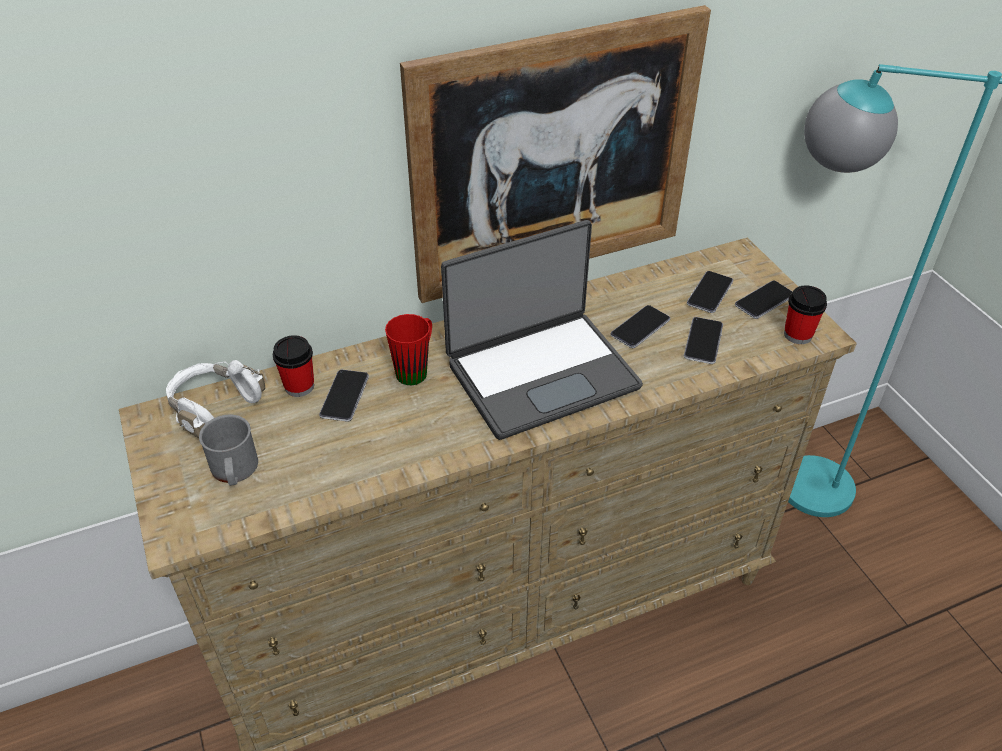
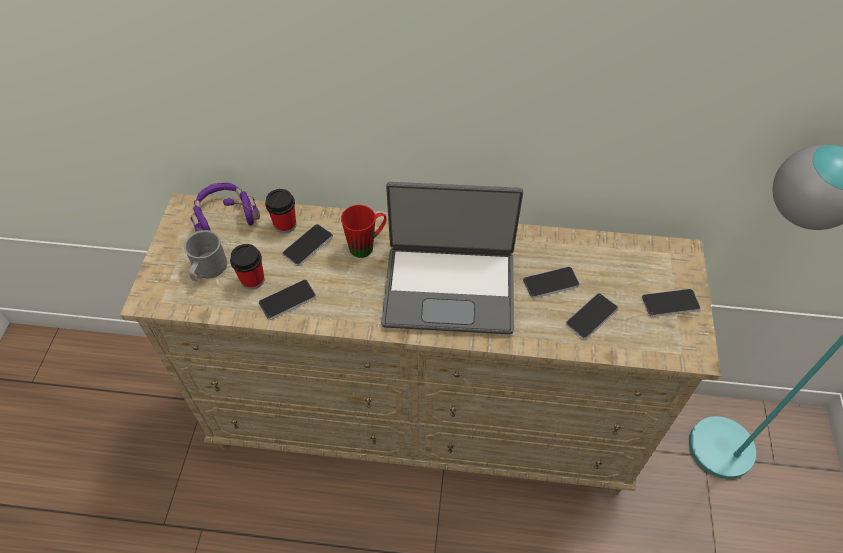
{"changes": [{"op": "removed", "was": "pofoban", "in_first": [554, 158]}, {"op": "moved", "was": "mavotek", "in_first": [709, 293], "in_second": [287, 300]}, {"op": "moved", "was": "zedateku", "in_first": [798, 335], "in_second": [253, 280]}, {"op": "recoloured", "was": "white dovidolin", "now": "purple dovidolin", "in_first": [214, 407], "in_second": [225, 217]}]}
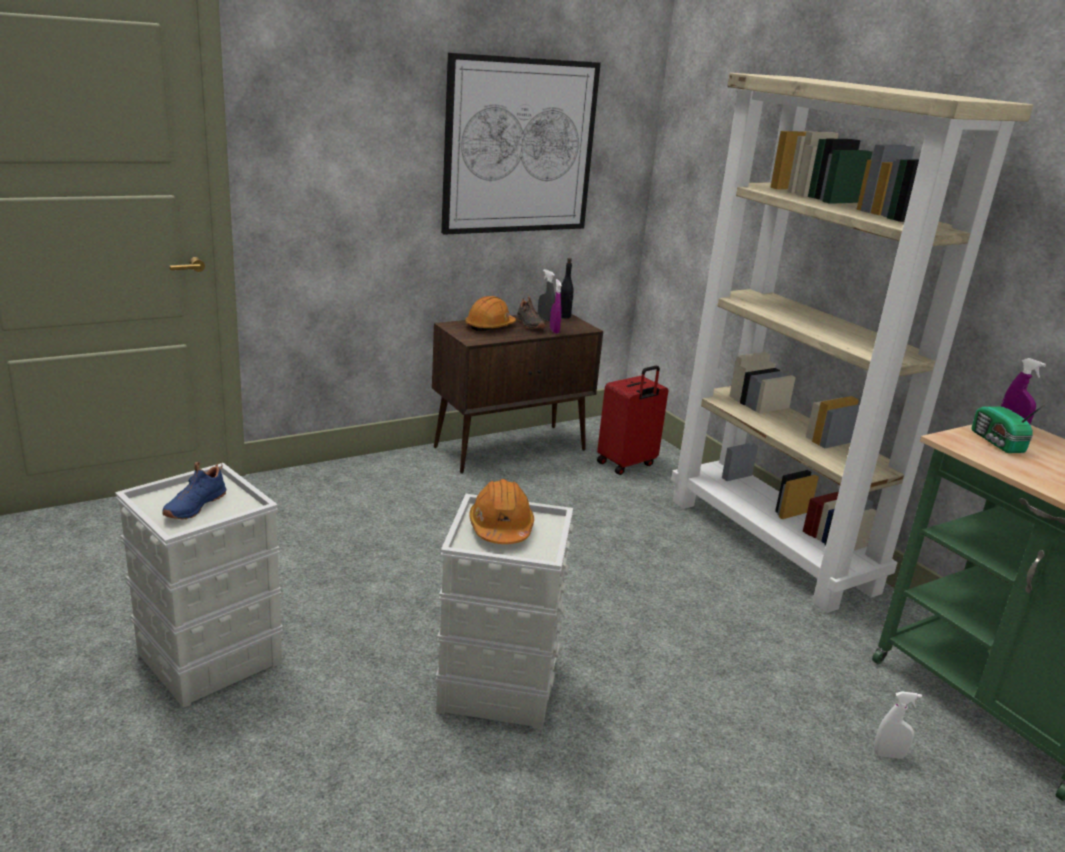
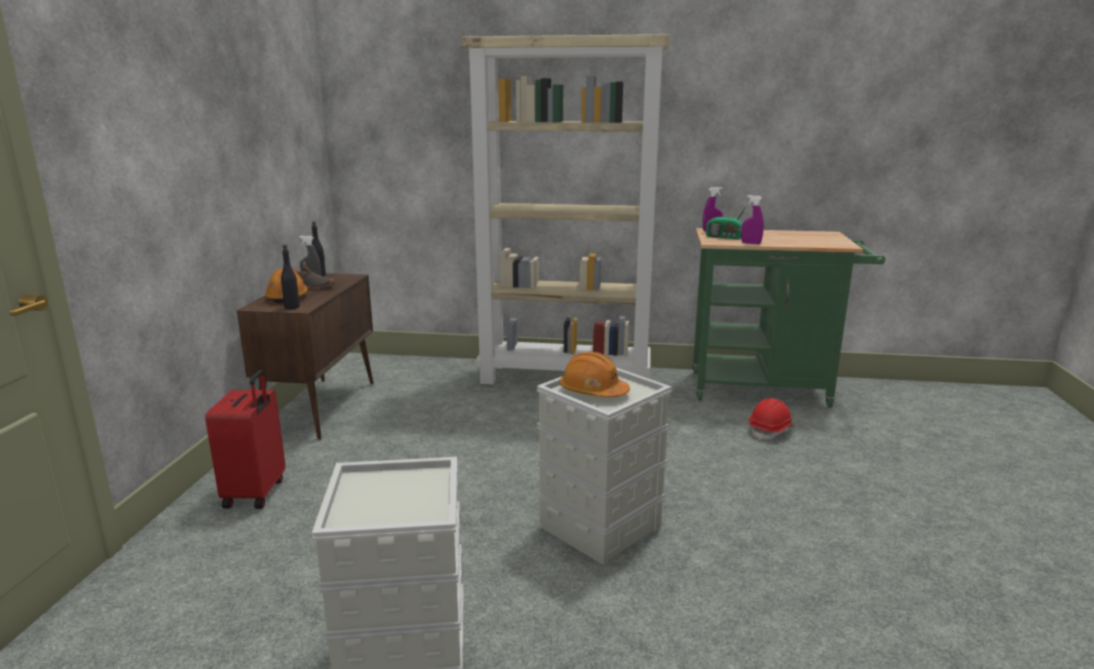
{"changes": [{"op": "removed", "was": "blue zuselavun", "in_first": [194, 506]}, {"op": "removed", "was": "pofoban", "in_first": [519, 147]}, {"op": "added", "now": "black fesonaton", "in_second": [292, 307]}, {"op": "moved", "was": "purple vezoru", "in_first": [554, 331], "in_second": [751, 243]}, {"op": "moved", "was": "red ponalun", "in_first": [627, 464], "in_second": [256, 493]}, {"op": "replaced", "was": "white vezoru", "now": "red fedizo", "in_first": [889, 755], "in_second": [771, 431]}]}
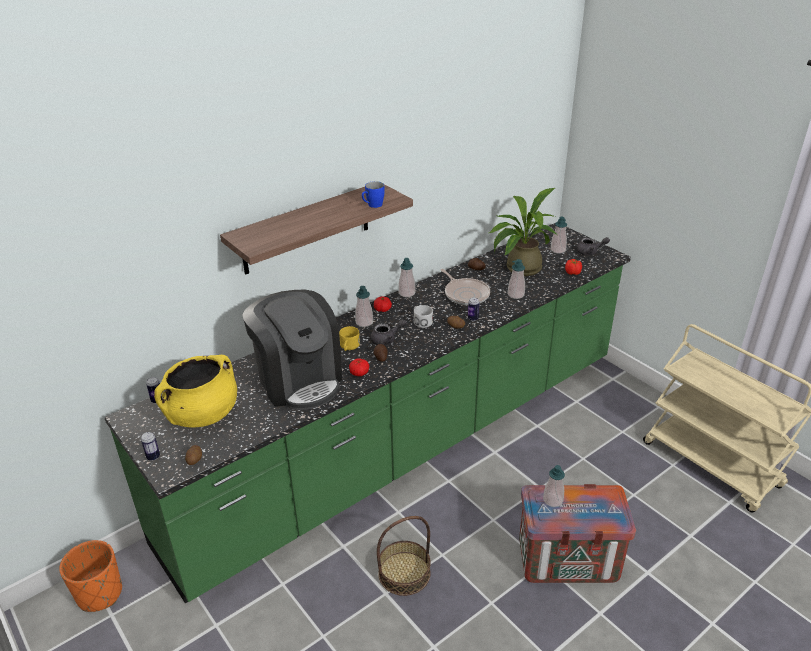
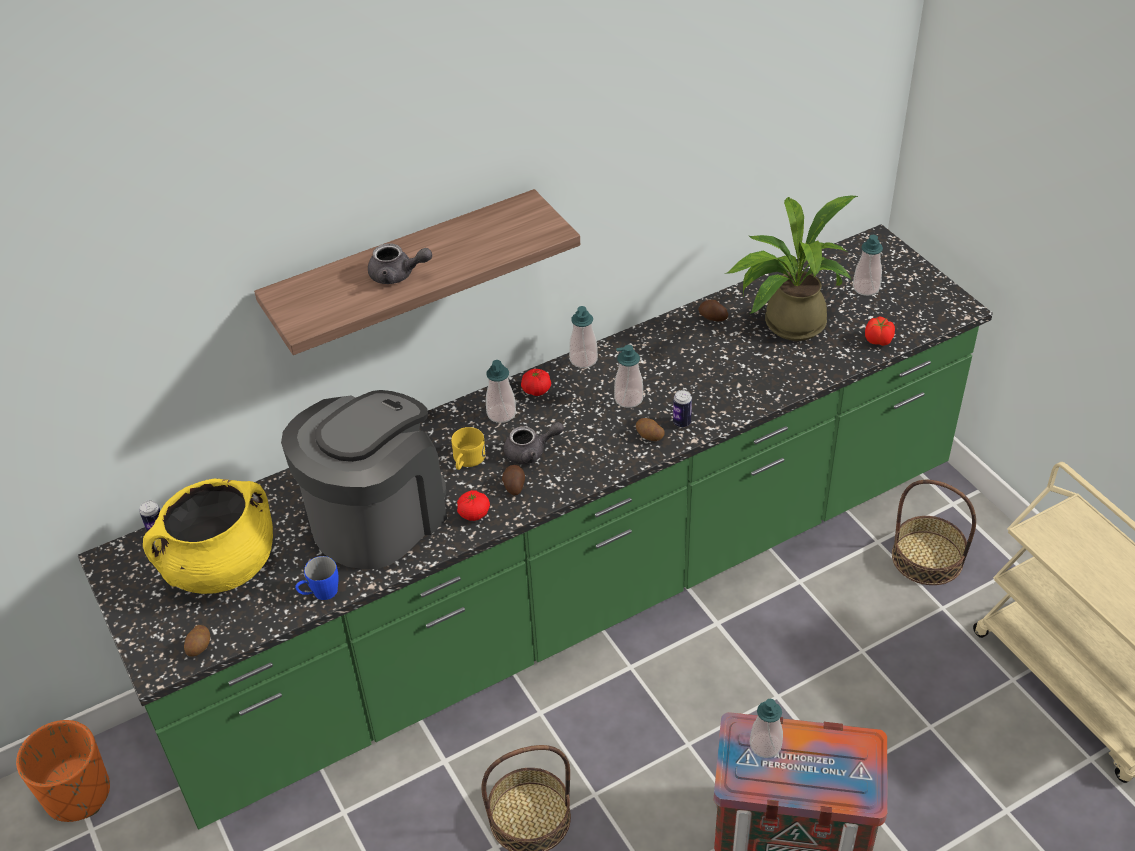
{"changes": [{"op": "removed", "was": "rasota", "in_first": [153, 457]}, {"op": "removed", "was": "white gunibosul", "in_first": [421, 321]}, {"op": "removed", "was": "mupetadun", "in_first": [465, 294]}, {"op": "added", "now": "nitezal", "in_second": [927, 558]}, {"op": "moved", "was": "blue gunibosul", "in_first": [372, 205], "in_second": [320, 594]}, {"op": "moved", "was": "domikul", "in_first": [516, 295], "in_second": [628, 399]}, {"op": "moved", "was": "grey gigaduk", "in_first": [590, 252], "in_second": [397, 275]}, {"op": "turned", "was": "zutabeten", "in_first": [299, 380], "in_second": [377, 517], "clockwise": -120}]}
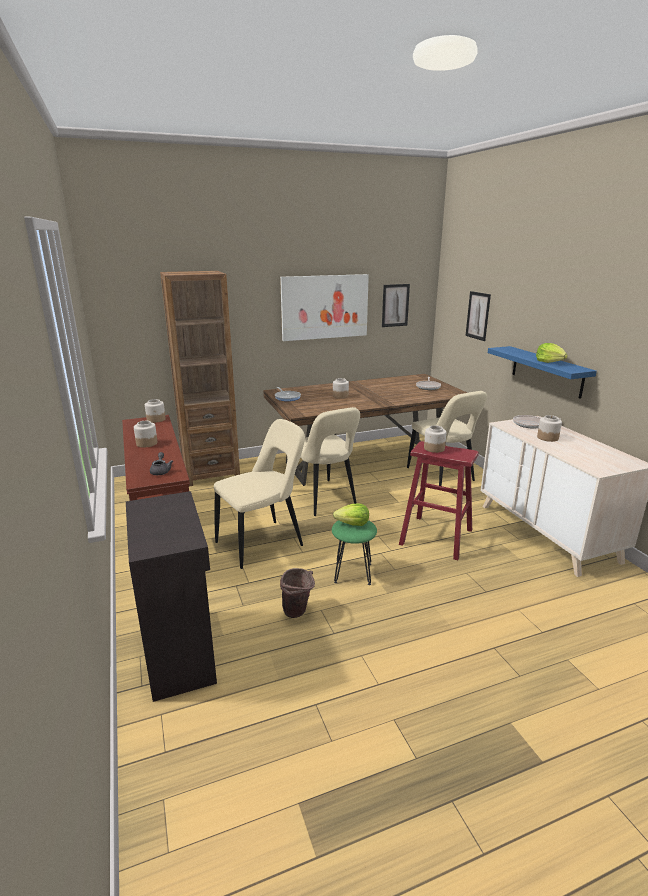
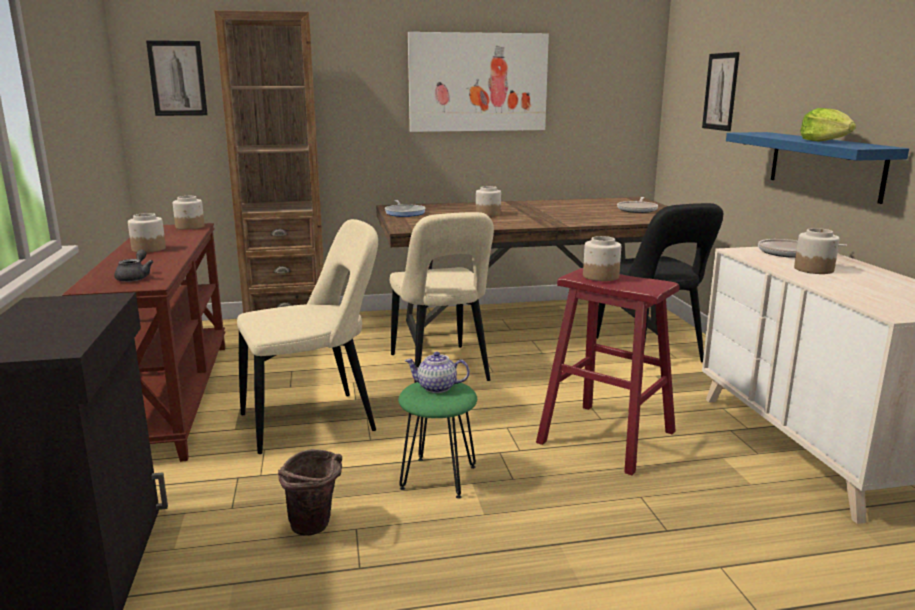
{"changes": [{"op": "moved", "was": "pofoban", "in_first": [395, 305], "in_second": [177, 78]}, {"op": "replaced", "was": "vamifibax", "now": "gigaduk", "in_first": [353, 524], "in_second": [436, 388]}, {"op": "recoloured", "was": "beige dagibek", "now": "black dagibek", "in_first": [442, 476], "in_second": [650, 353]}]}
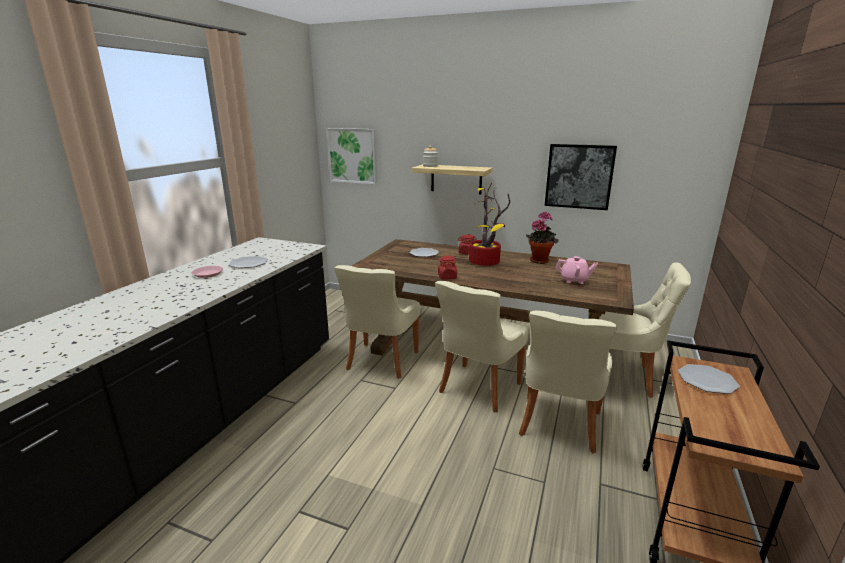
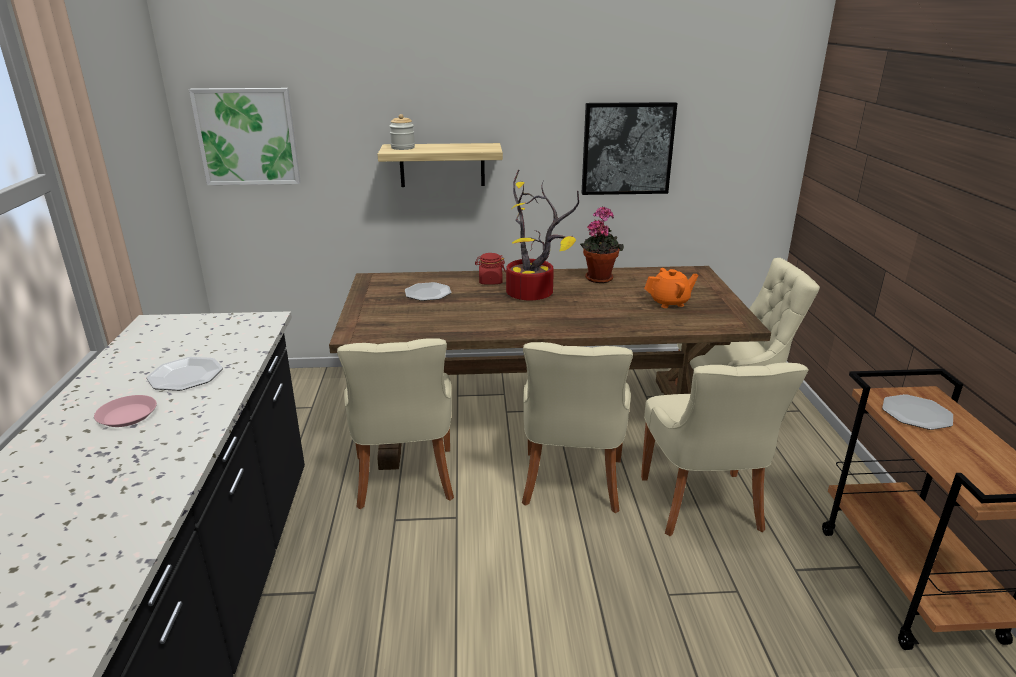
{"changes": [{"op": "removed", "was": "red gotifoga", "in_first": [447, 277]}, {"op": "recoloured", "was": "pink gigaduk", "now": "orange gigaduk", "in_first": [574, 280], "in_second": [669, 302]}]}
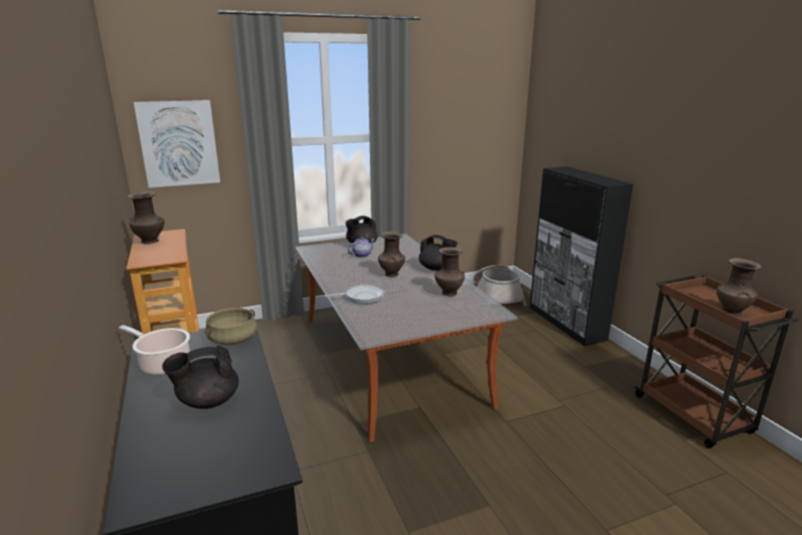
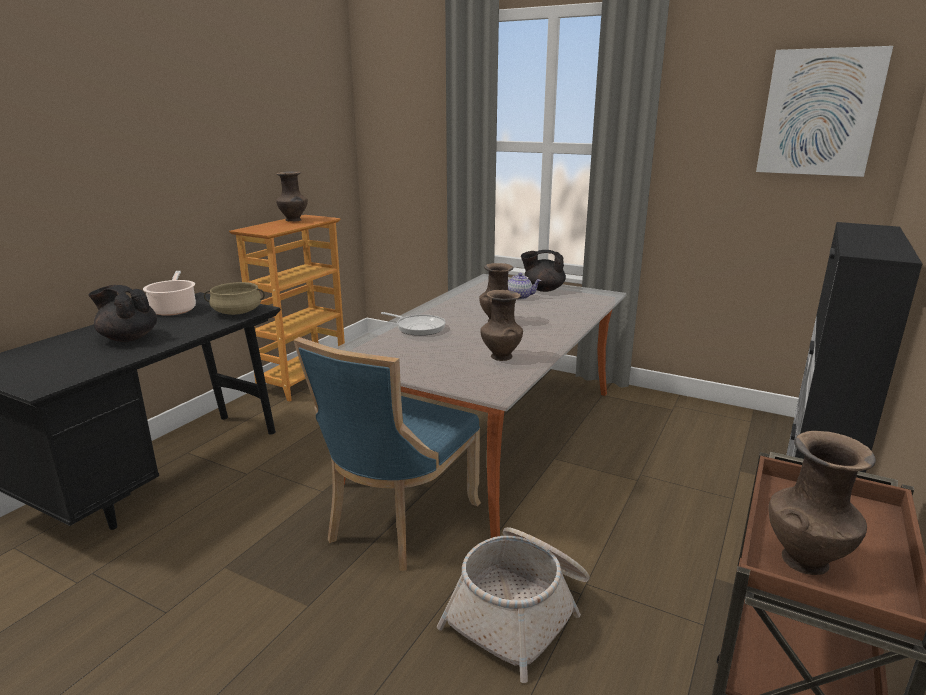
{"changes": [{"op": "removed", "was": "black gigaduk", "in_first": [436, 268]}, {"op": "added", "now": "blue dagibek", "in_second": [397, 523]}, {"op": "moved", "was": "pofoban", "in_first": [179, 143], "in_second": [819, 113]}, {"op": "moved", "was": "nitezal", "in_first": [496, 296], "in_second": [520, 611]}]}
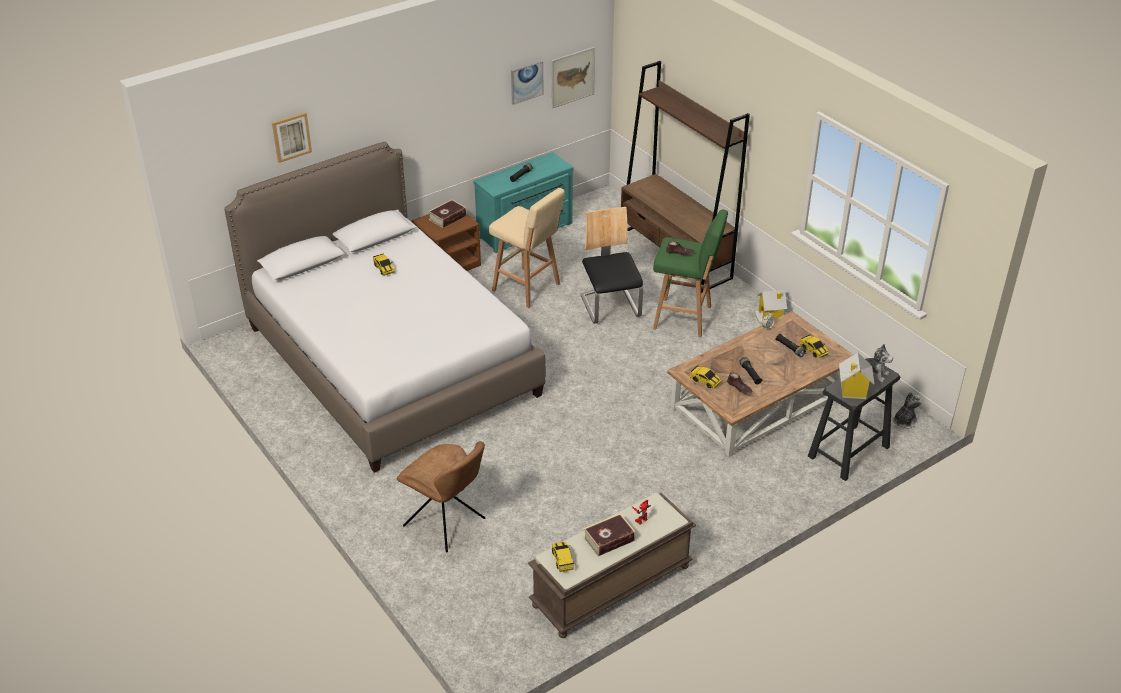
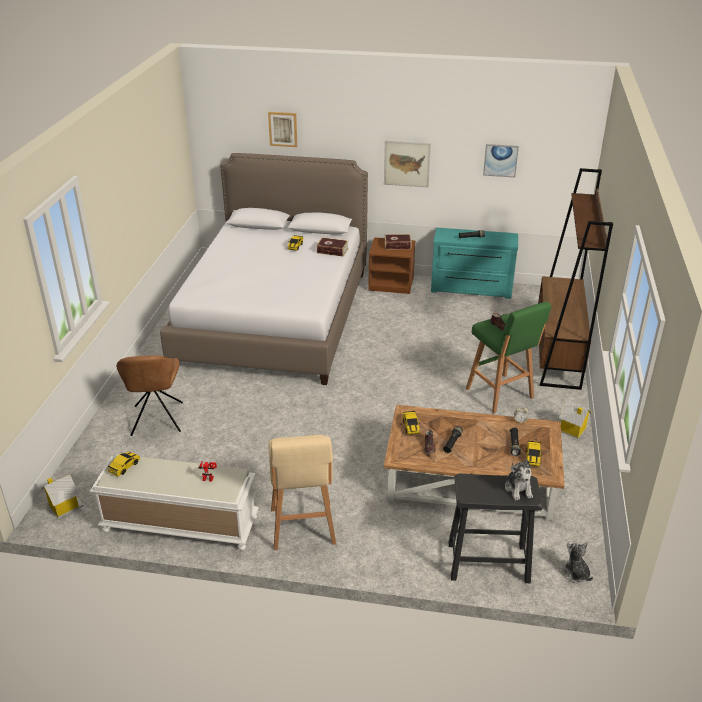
{"changes": [{"op": "removed", "was": "dagibek", "in_first": [610, 306]}, {"op": "moved", "was": "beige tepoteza", "in_first": [528, 288], "in_second": [303, 528]}, {"op": "moved", "was": "pofoban", "in_first": [572, 77], "in_second": [407, 164]}, {"op": "moved", "was": "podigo", "in_first": [609, 539], "in_second": [332, 250]}, {"op": "moved", "was": "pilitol", "in_first": [852, 390], "in_second": [64, 506]}, {"op": "recoloured", "was": "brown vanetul", "now": "white vanetul", "in_first": [611, 587], "in_second": [179, 525]}, {"op": "turned", "was": "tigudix", "in_first": [904, 421], "in_second": [575, 574], "clockwise": -120}]}
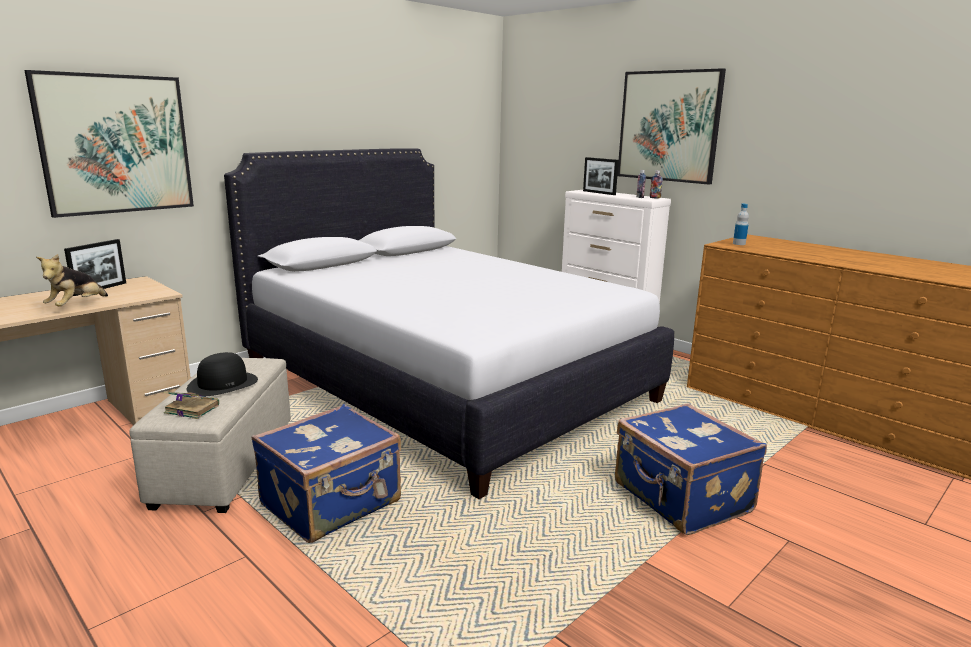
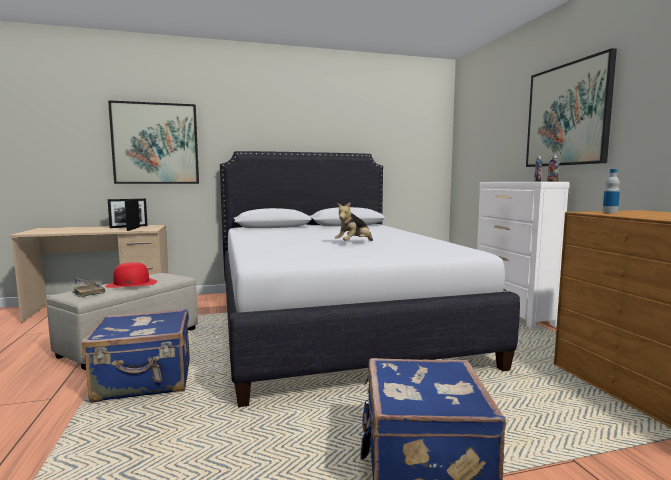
{"changes": [{"op": "moved", "was": "tigudix", "in_first": [77, 306], "in_second": [354, 243]}, {"op": "moved", "was": "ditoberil", "in_first": [599, 193], "in_second": [133, 229]}, {"op": "recoloured", "was": "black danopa", "now": "red danopa", "in_first": [223, 383], "in_second": [132, 283]}]}
